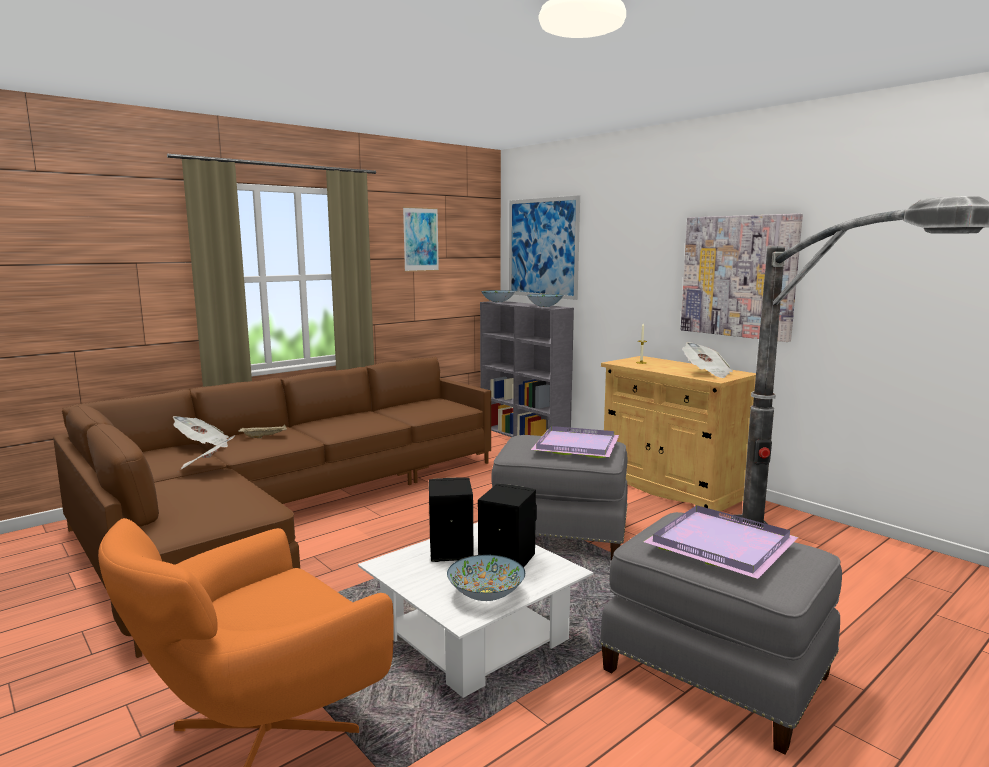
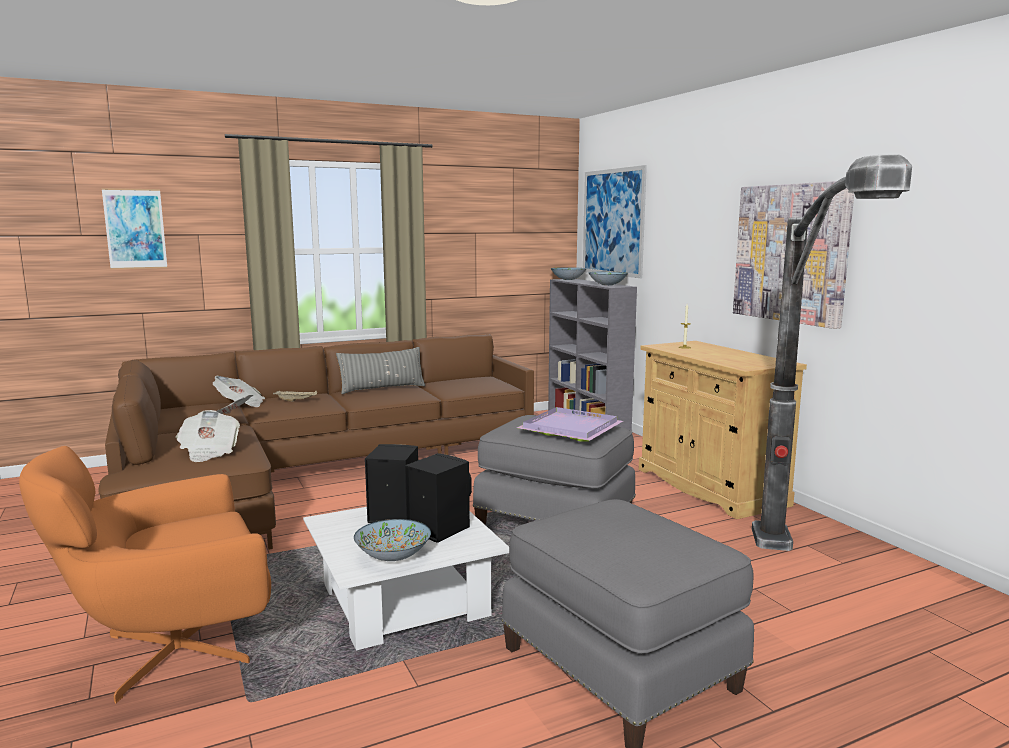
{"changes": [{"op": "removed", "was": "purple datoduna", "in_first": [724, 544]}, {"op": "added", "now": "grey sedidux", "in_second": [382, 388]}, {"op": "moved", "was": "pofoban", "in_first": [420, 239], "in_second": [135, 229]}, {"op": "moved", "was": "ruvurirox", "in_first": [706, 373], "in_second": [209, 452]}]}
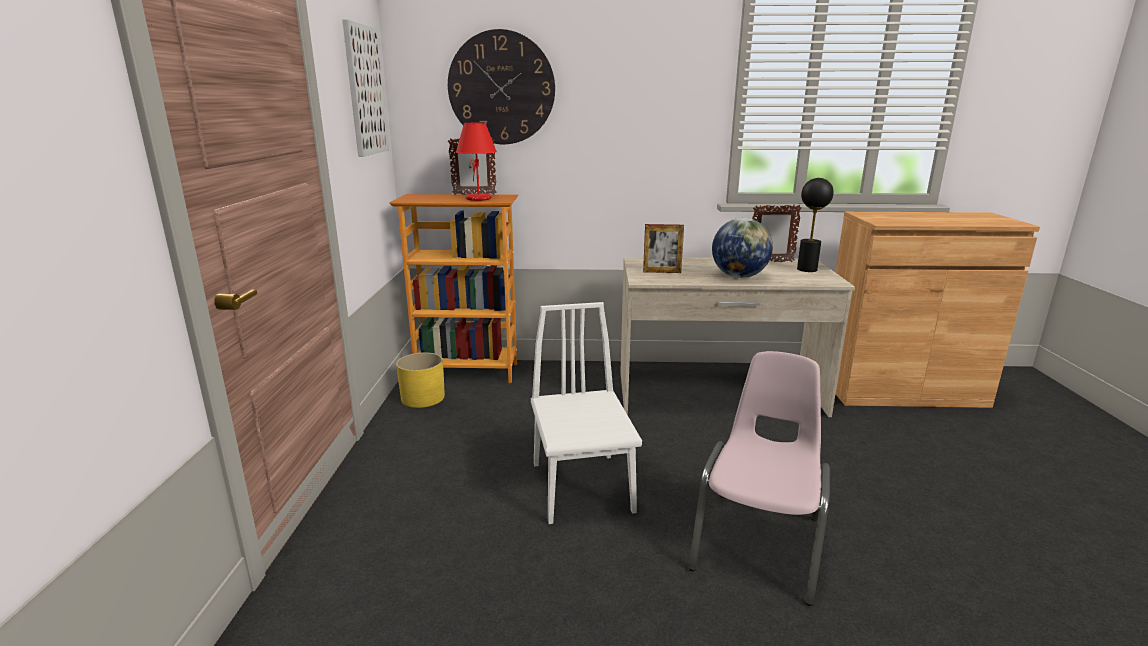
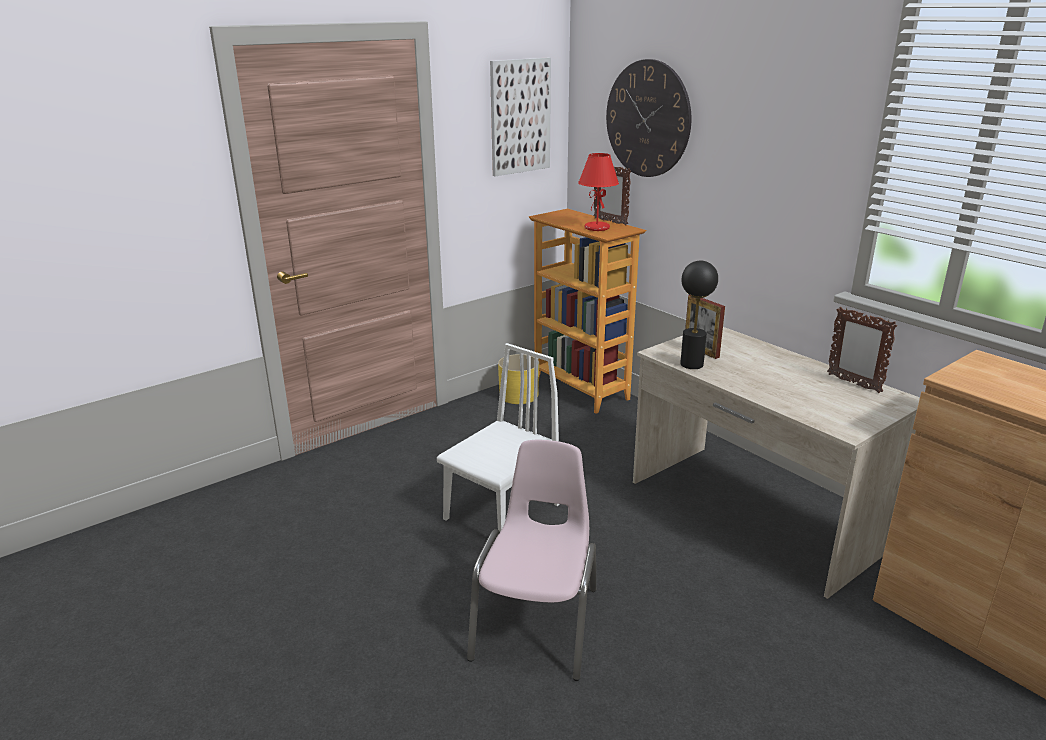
{"changes": [{"op": "removed", "was": "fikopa", "in_first": [739, 276]}, {"op": "moved", "was": "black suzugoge", "in_first": [807, 269], "in_second": [692, 364]}, {"op": "turned", "was": "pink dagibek", "in_first": [759, 543], "in_second": [538, 623], "clockwise": -60}]}
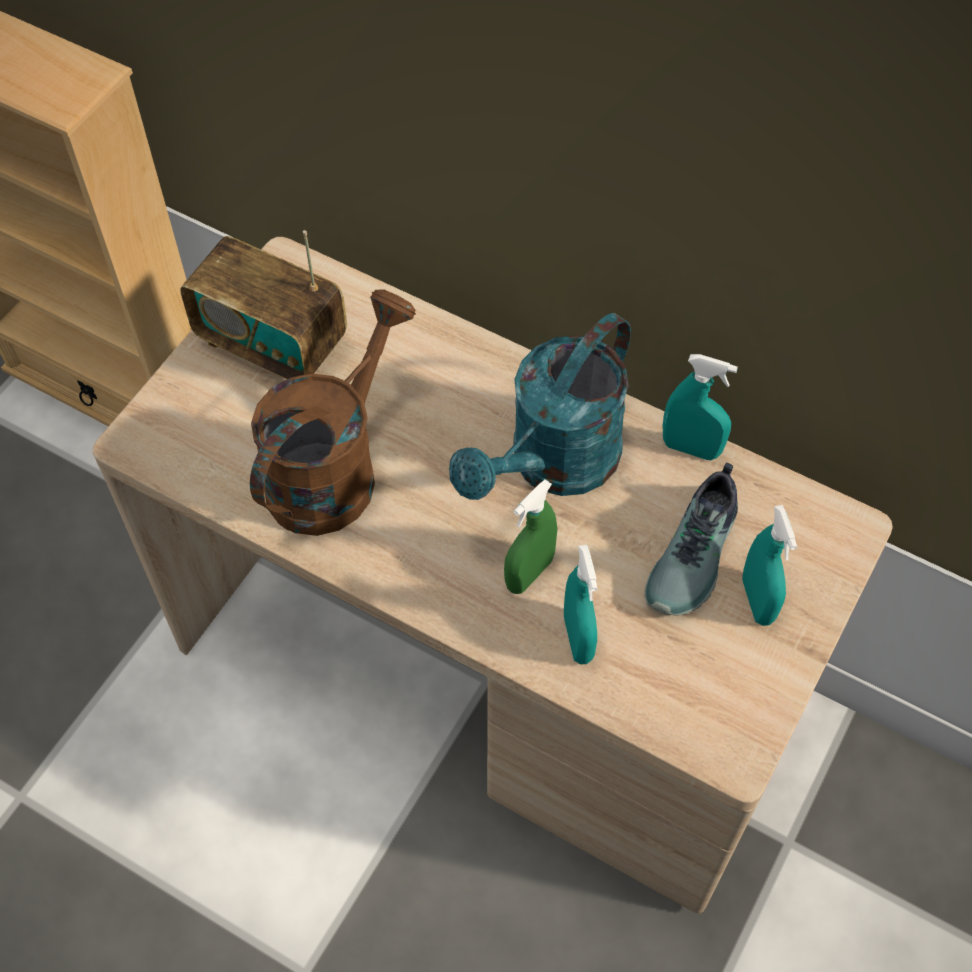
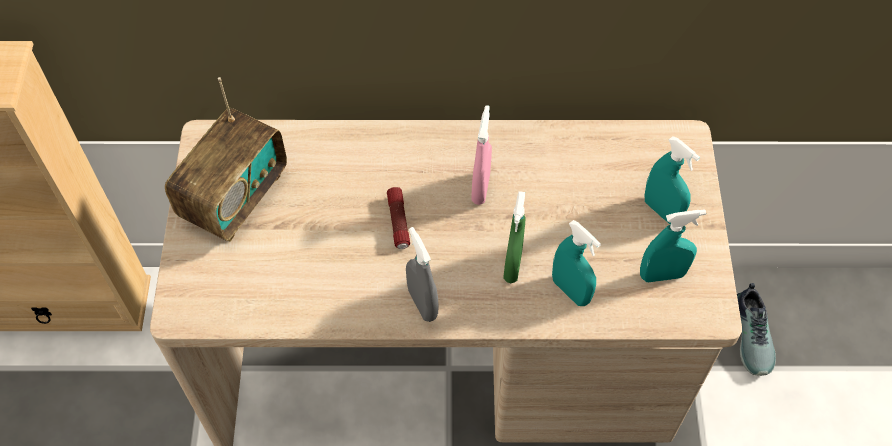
{"changes": [{"op": "removed", "was": "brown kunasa", "in_first": [333, 468]}, {"op": "added", "now": "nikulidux", "in_second": [398, 222]}, {"op": "added", "now": "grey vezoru", "in_second": [422, 303]}, {"op": "moved", "was": "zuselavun", "in_first": [696, 555], "in_second": [753, 336]}, {"op": "moved", "was": "turquoise vezoru", "in_first": [691, 448], "in_second": [662, 275]}, {"op": "replaced", "was": "turquoise kunasa", "now": "pink vezoru", "in_first": [552, 465], "in_second": [480, 188]}, {"op": "turned", "was": "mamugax", "in_first": [272, 344], "in_second": [235, 198], "clockwise": -60}]}
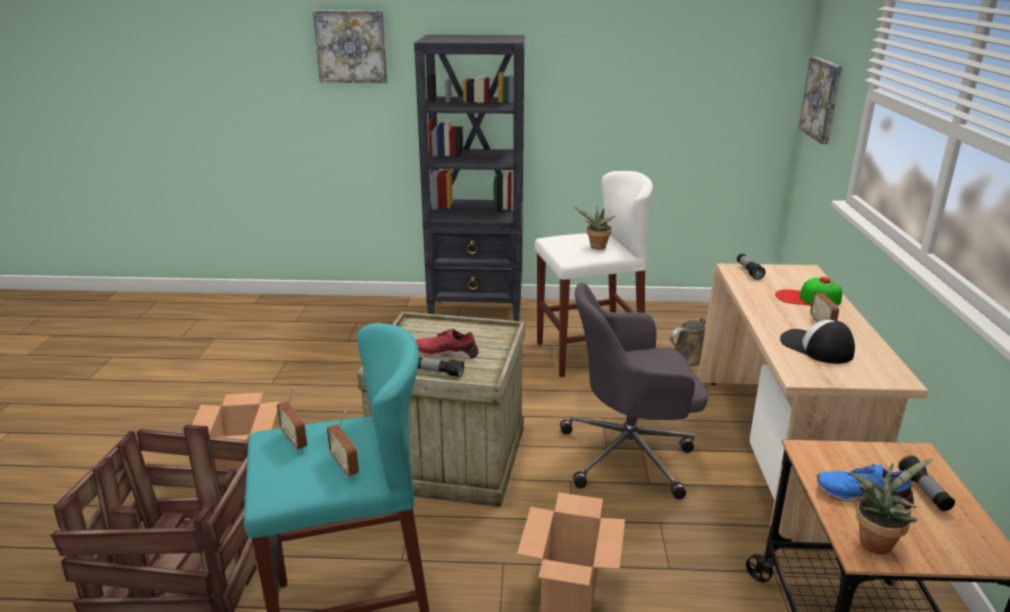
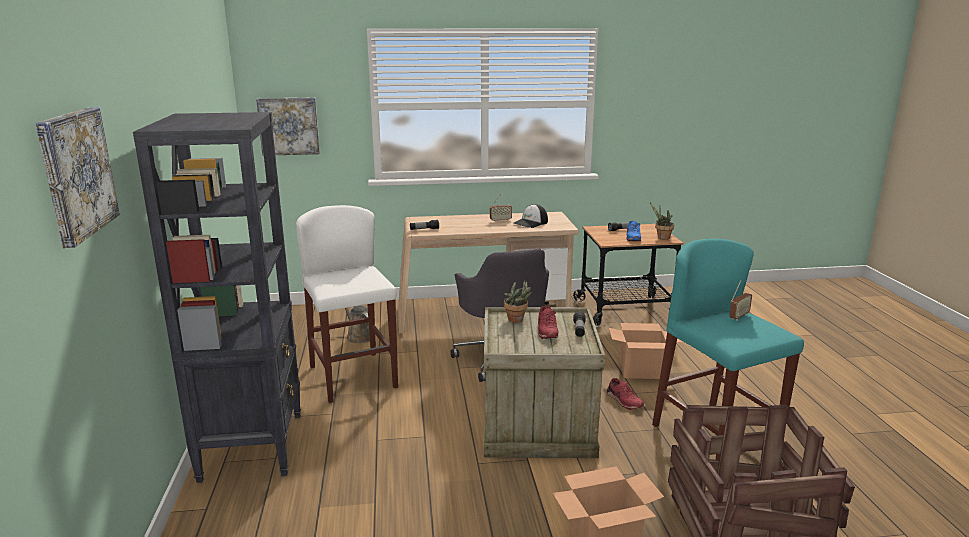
{"changes": [{"op": "removed", "was": "mamugax", "in_first": [294, 440]}, {"op": "removed", "was": "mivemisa", "in_first": [807, 298]}, {"op": "added", "now": "red zuselavun", "in_second": [623, 400]}, {"op": "moved", "was": "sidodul", "in_first": [596, 247], "in_second": [517, 320]}]}
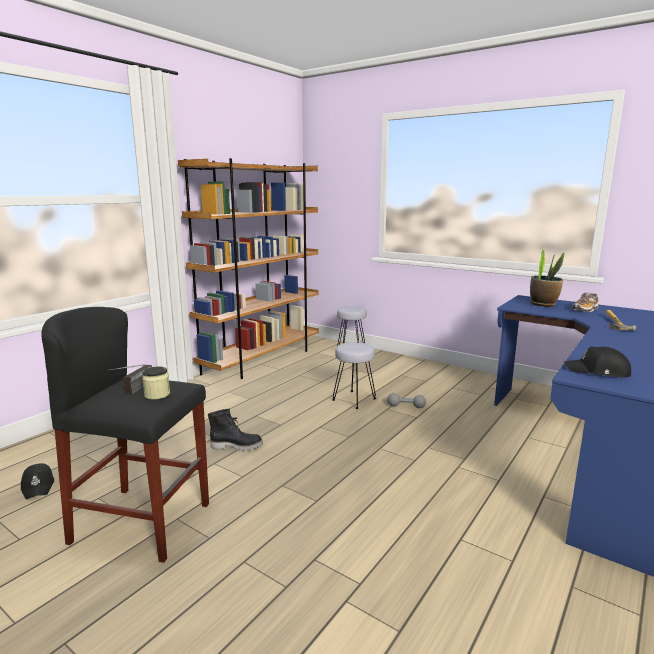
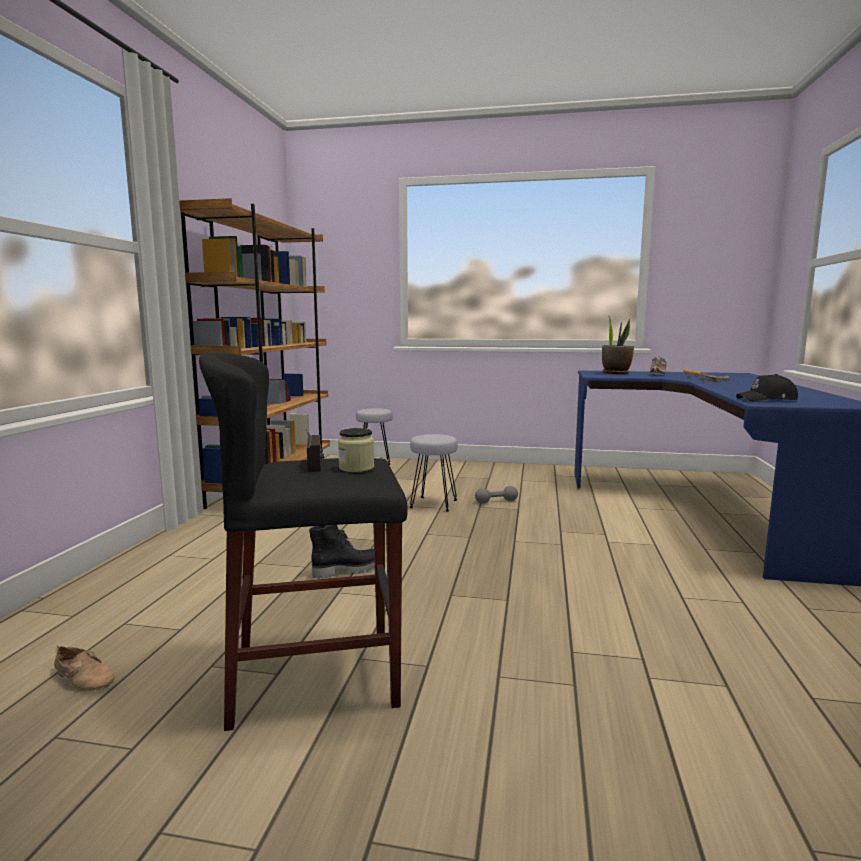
{"changes": [{"op": "replaced", "was": "black mivemisa", "now": "beige zuselavun", "in_first": [38, 486], "in_second": [85, 677]}]}
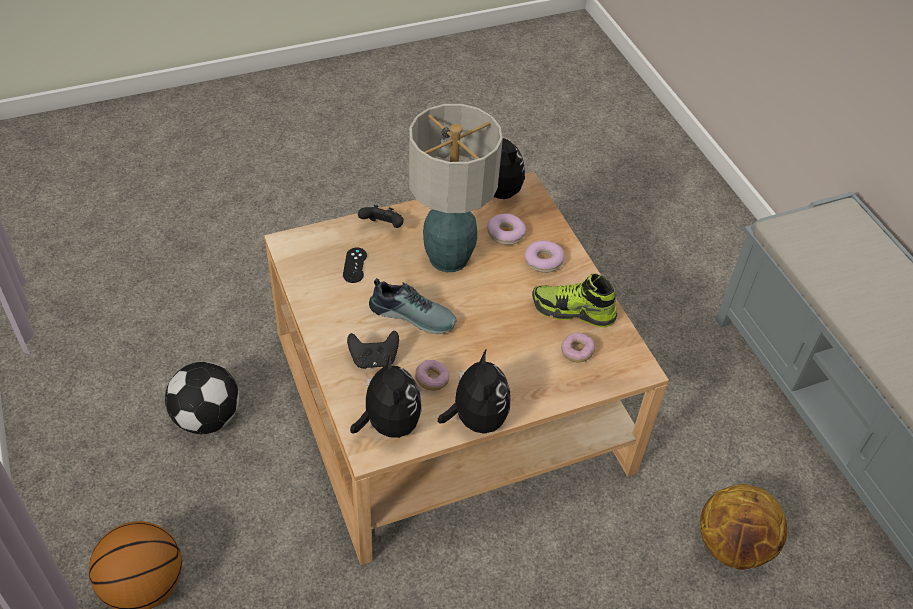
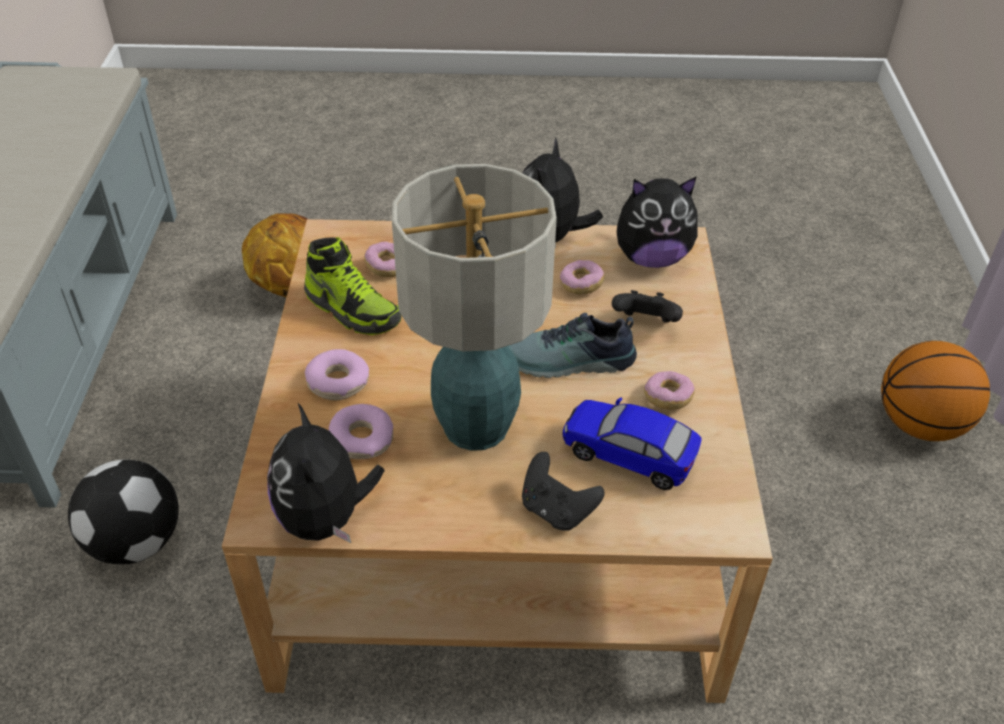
{"changes": [{"op": "added", "now": "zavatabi", "in_second": [667, 398]}, {"op": "moved", "was": "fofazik", "in_first": [206, 417], "in_second": [136, 543]}, {"op": "replaced", "was": "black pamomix", "now": "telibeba", "in_first": [355, 265], "in_second": [628, 456]}, {"op": "turned", "was": "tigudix", "in_first": [388, 424], "in_second": [651, 258], "clockwise": -105}, {"op": "turned", "was": "zuselavun", "in_first": [413, 314], "in_second": [569, 362], "clockwise": -45}]}
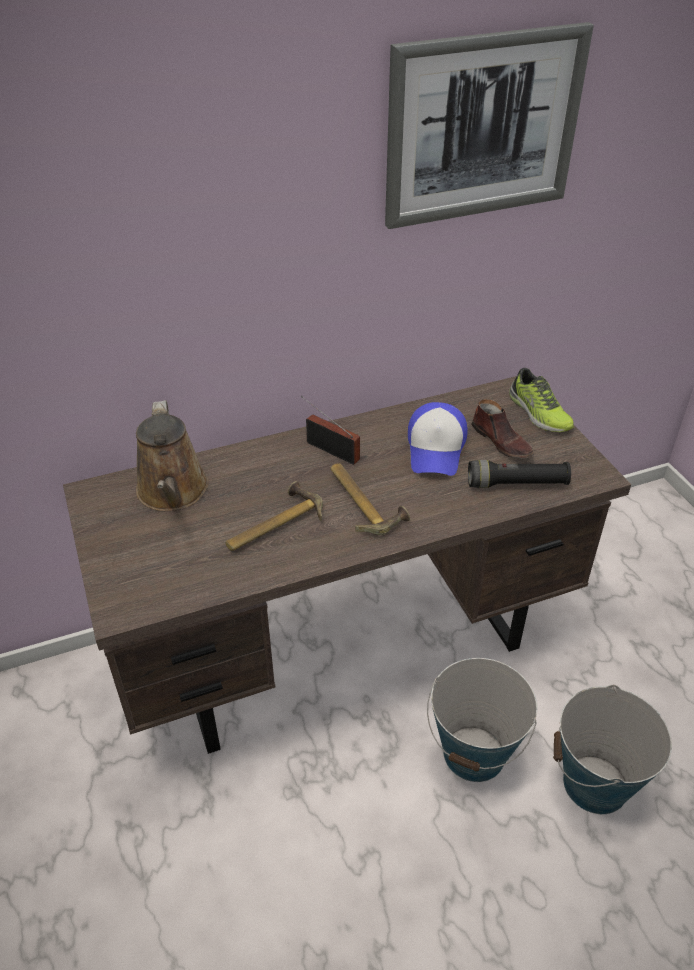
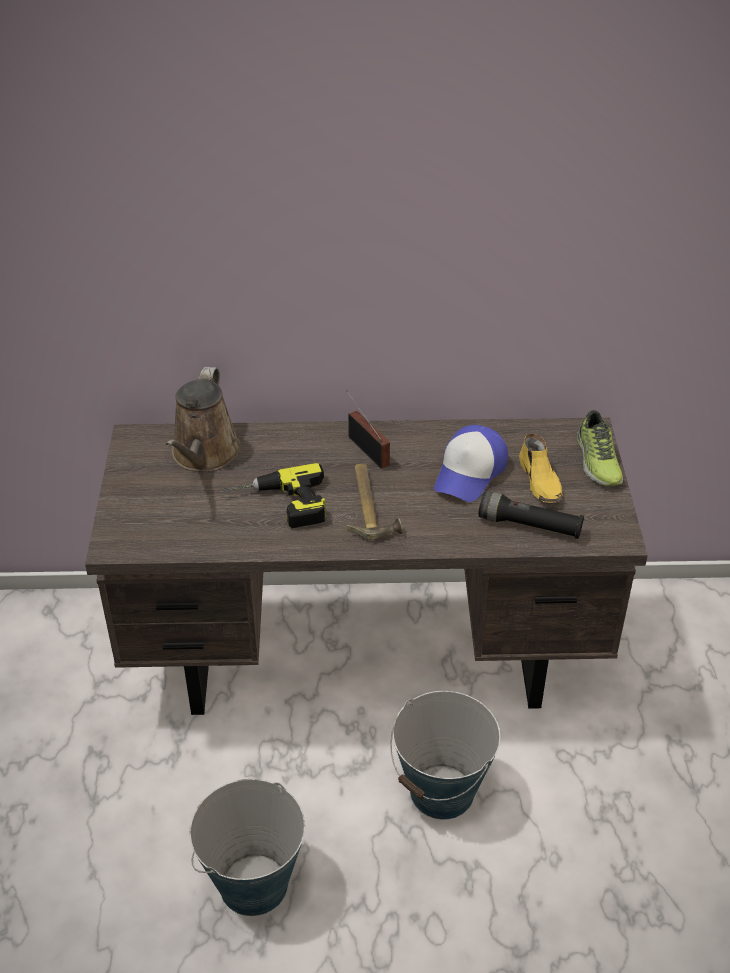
{"changes": [{"op": "removed", "was": "pofoban", "in_first": [483, 127]}, {"op": "moved", "was": "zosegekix", "in_first": [595, 784], "in_second": [253, 884]}, {"op": "replaced", "was": "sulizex", "now": "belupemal", "in_first": [273, 524], "in_second": [278, 505]}, {"op": "recoloured", "was": "brown zuselavun", "now": "yellow zuselavun", "in_first": [502, 442], "in_second": [540, 481]}]}
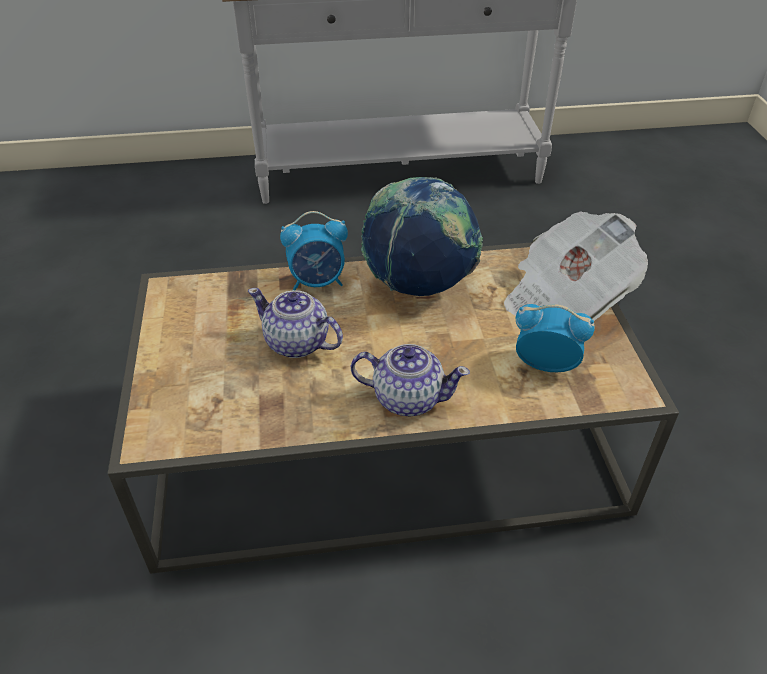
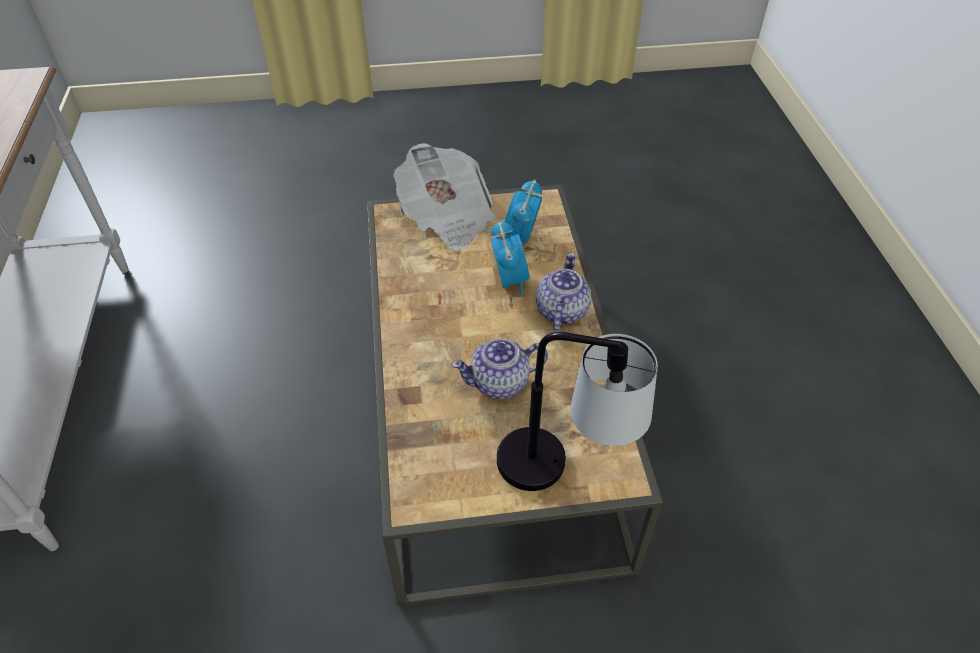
{"changes": [{"op": "removed", "was": "fikopa", "in_first": [419, 285]}, {"op": "added", "now": "suzugoge", "in_second": [564, 468]}, {"op": "moved", "was": "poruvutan", "in_first": [318, 282], "in_second": [509, 280]}, {"op": "turned", "was": "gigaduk", "in_first": [297, 343], "in_second": [500, 383], "clockwise": 45}]}
